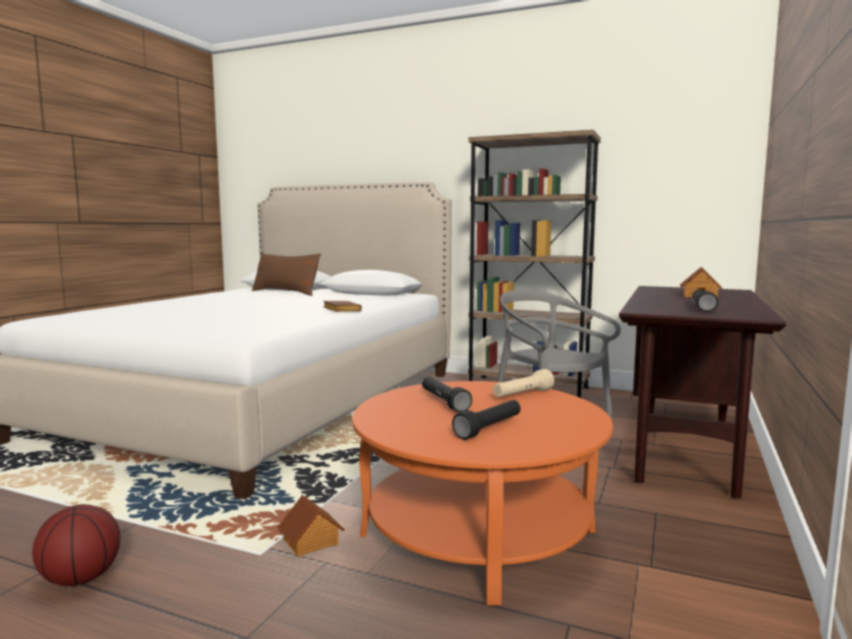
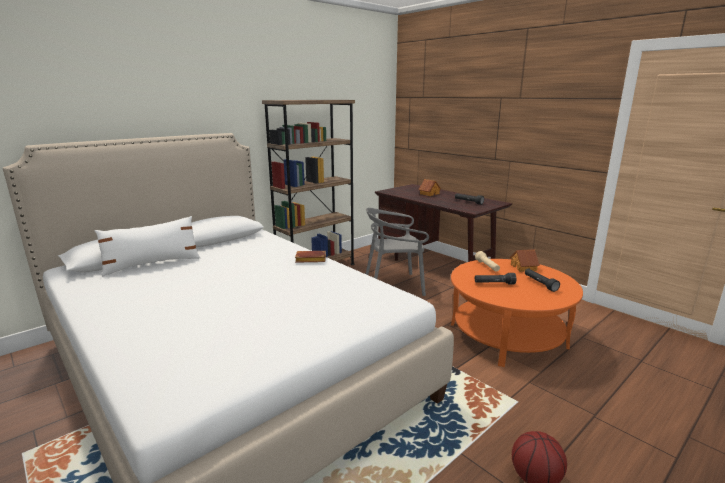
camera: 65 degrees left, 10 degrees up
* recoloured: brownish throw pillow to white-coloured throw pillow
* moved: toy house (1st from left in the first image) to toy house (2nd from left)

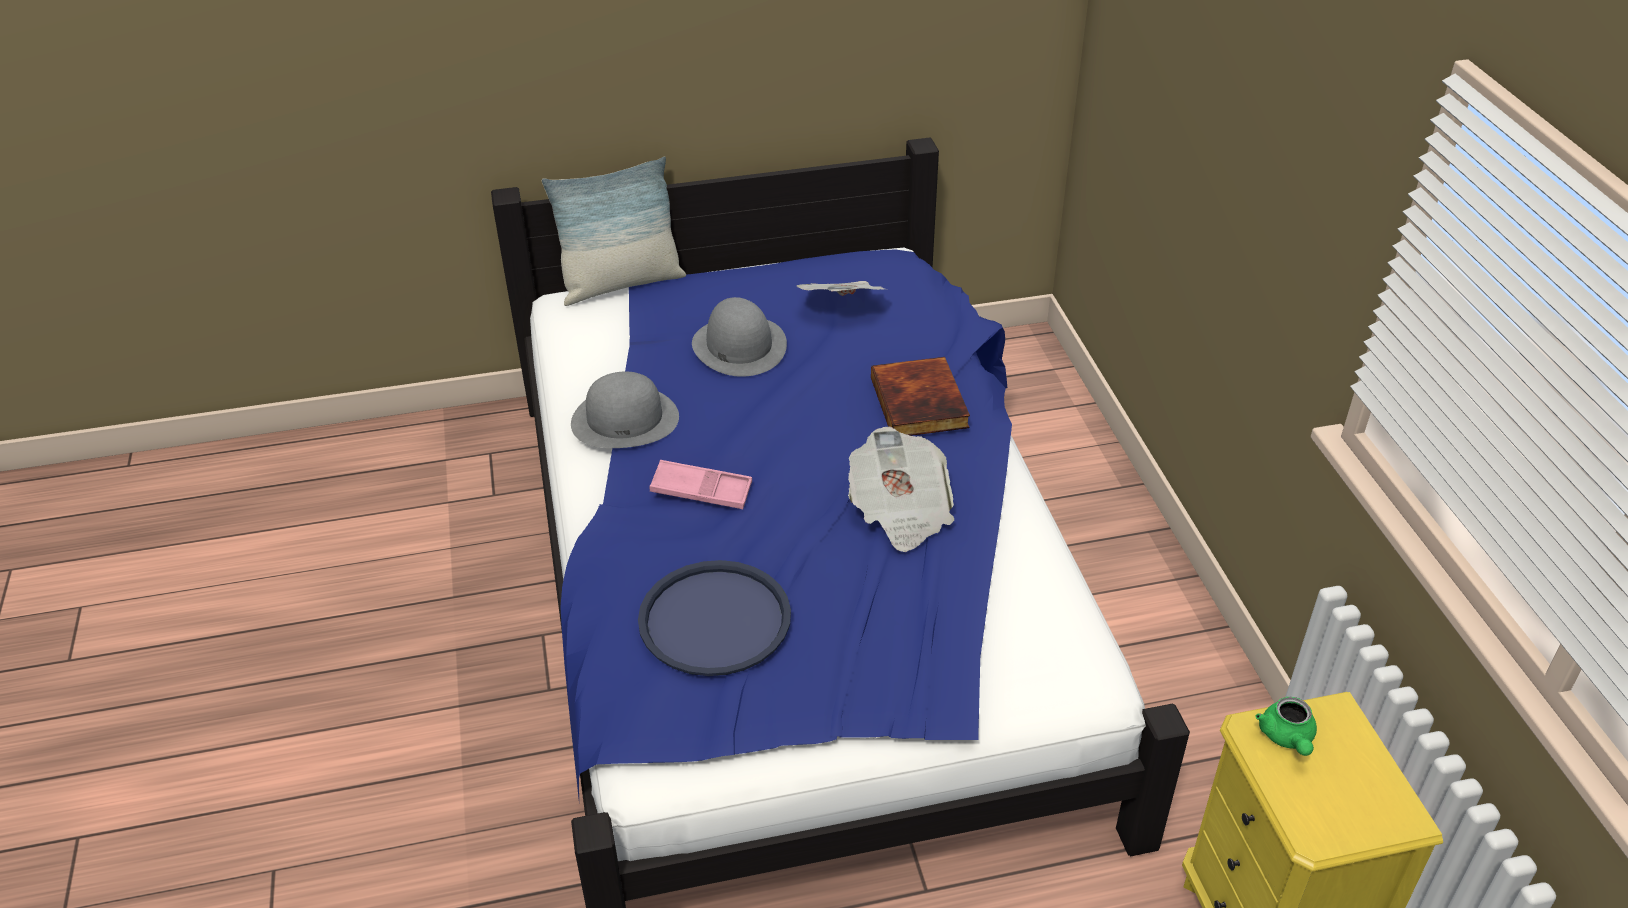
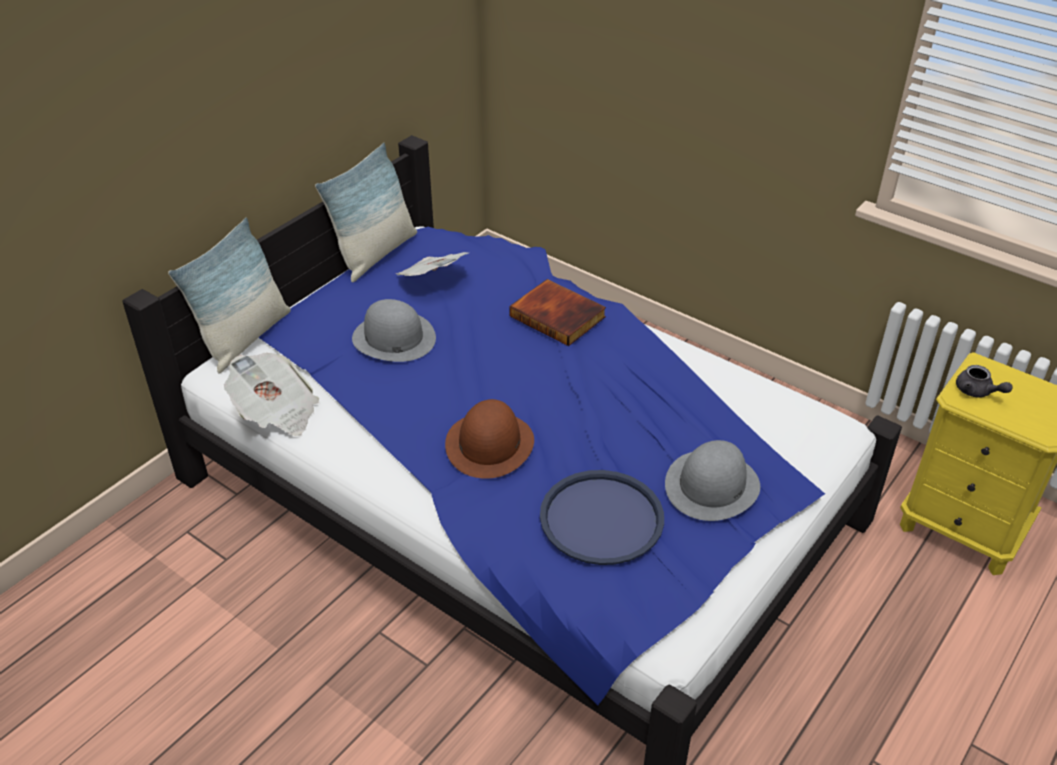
camera: 40 degrees left, 0 degrees up
* moved: printed paper (2nd from left in the first image) to printed paper (1st from left)
* added: throw pillow (2nd from left)
* replaced: pink-coloured serving tray to brownish wearable hat
* moved: greyish wearable hat (1st from left in the first image) to greyish wearable hat (2nd from left)
* recoloured: greenish tea pot to greyish tea pot

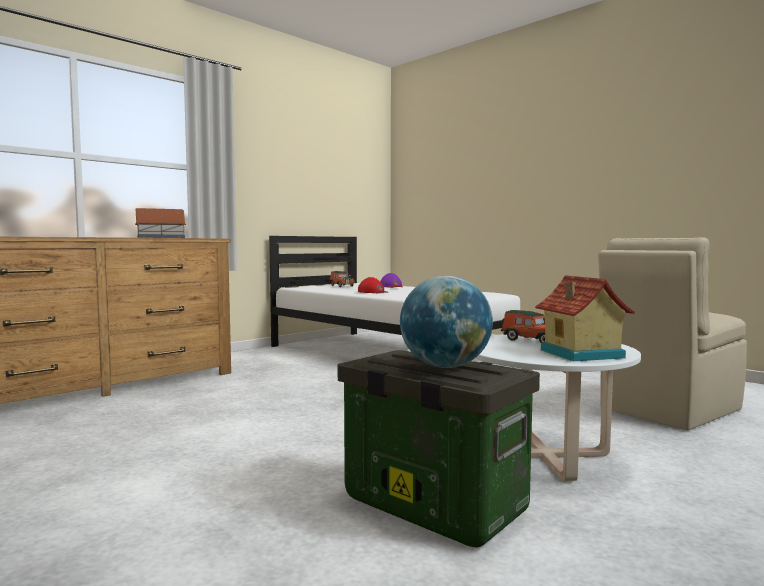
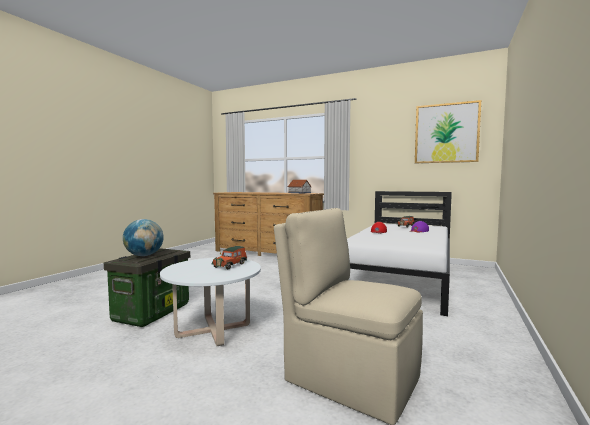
camera: 70 degrees right, 0 degrees up
* added: wall art
* removed: toy house (2nd from left)

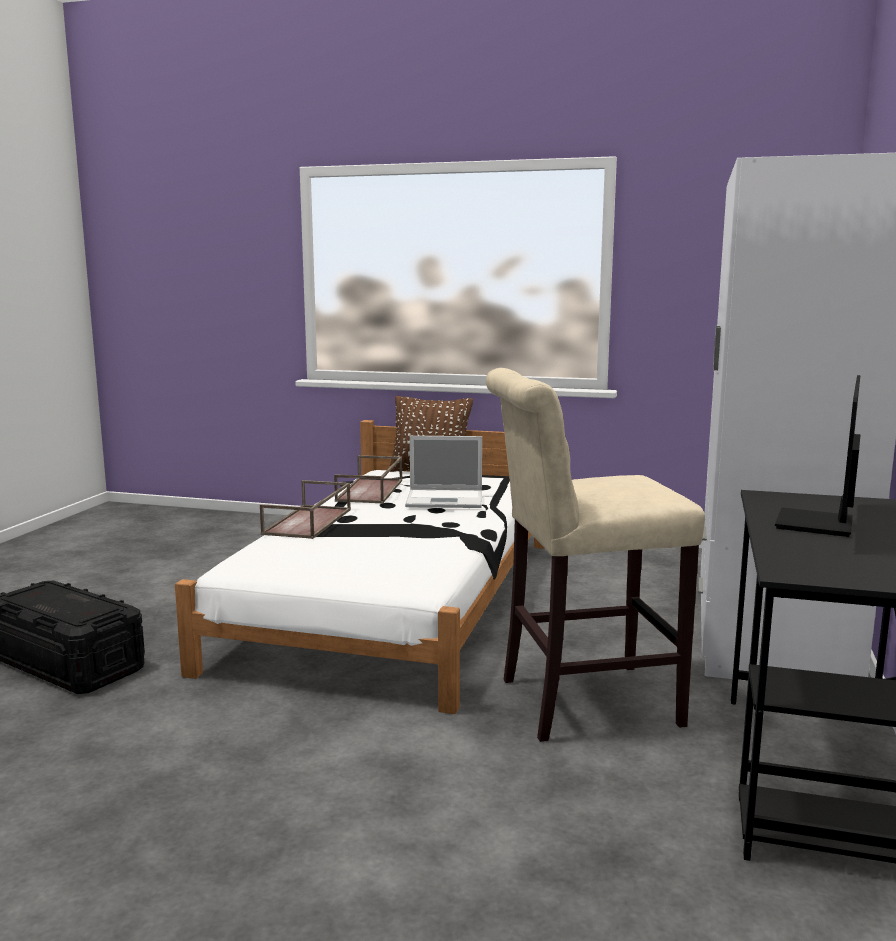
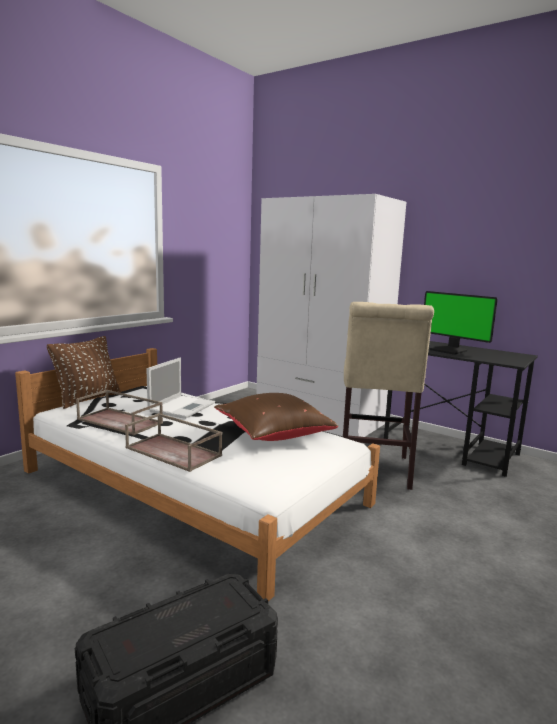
camera: 70 degrees left, 0 degrees up
* added: brownish throw pillow (2nd from left)

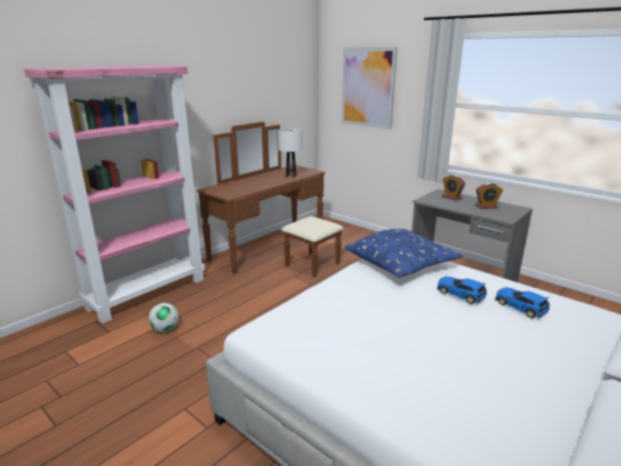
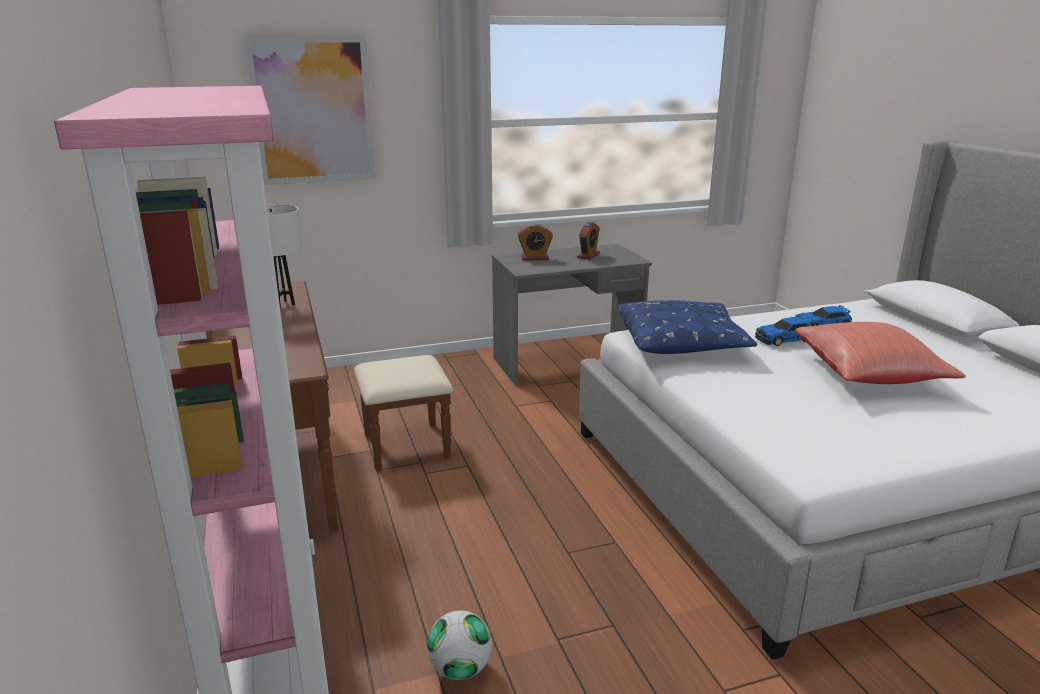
camera: 60 degrees left, 0 degrees up
* added: red-coloured throw pillow

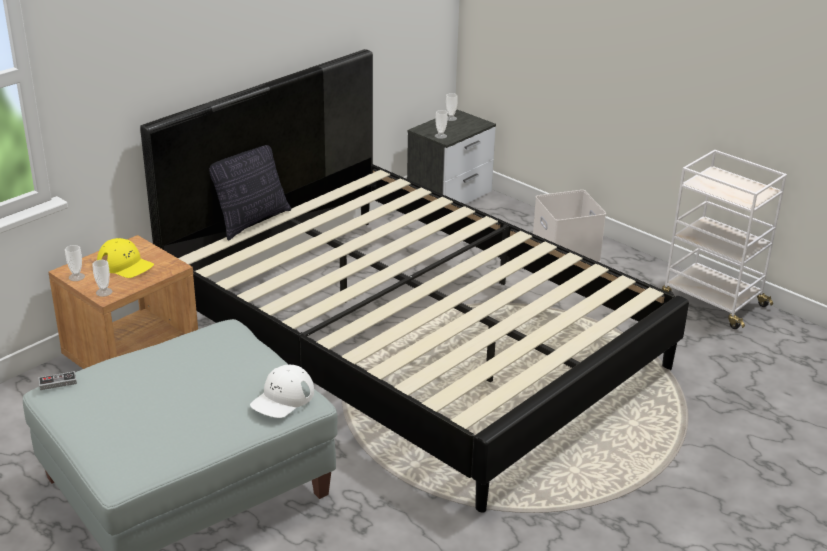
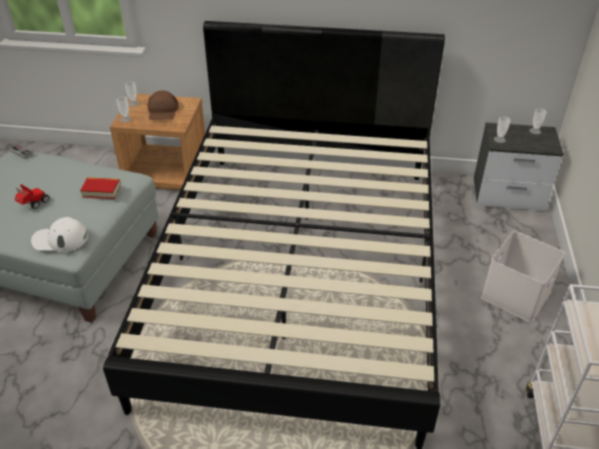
camera: 55 degrees right, 10 degrees up
* added: model car
* added: book
* recoloured: yellowish baseball cap to brownish baseball cap
* removed: throw pillow

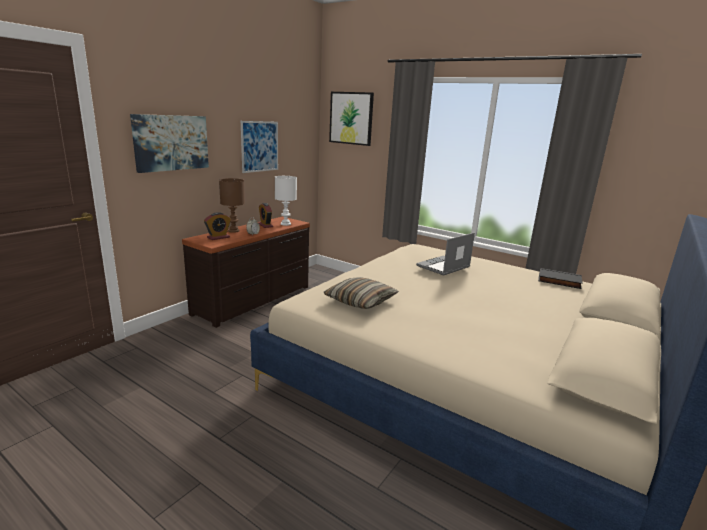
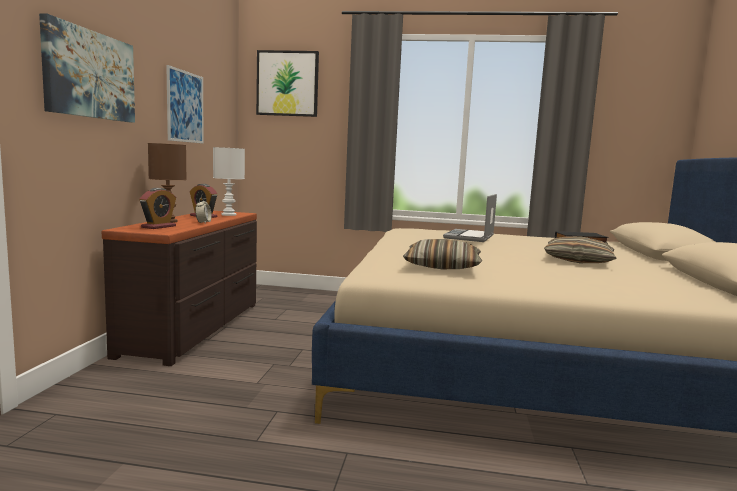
camera: 25 degrees left, 10 degrees down
* added: throw pillow (2nd from left)

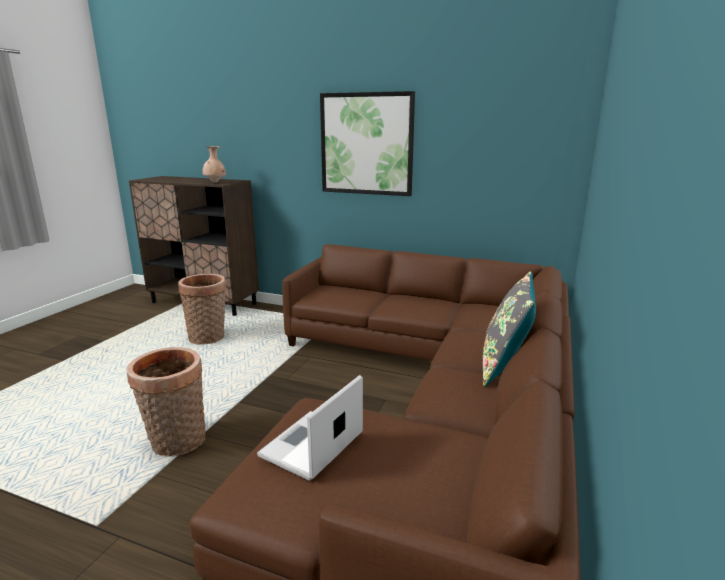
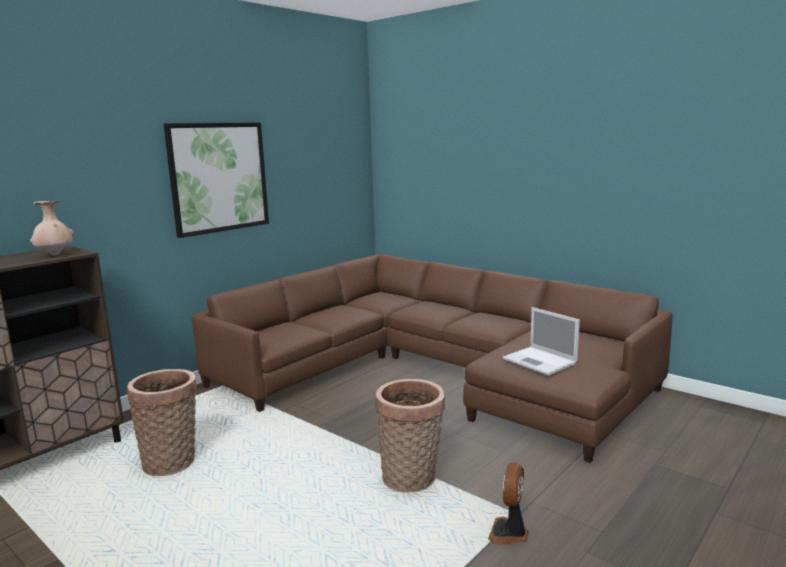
camera: 70 degrees left, 5 degrees down
* added: electric fan
* removed: greyish throw pillow

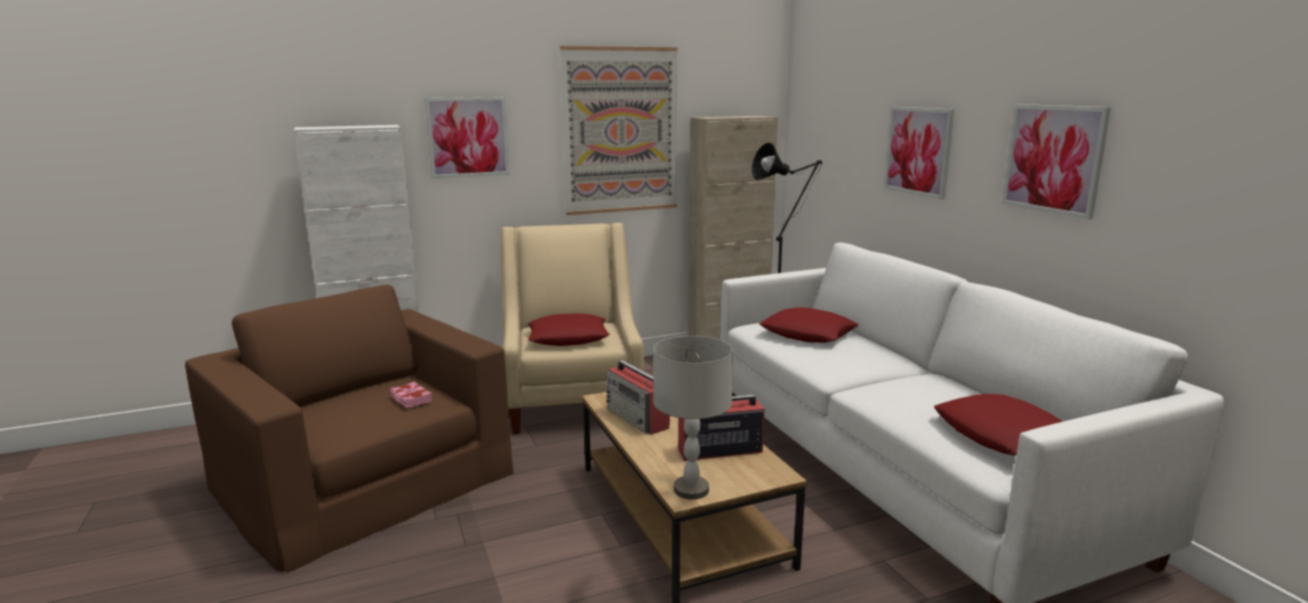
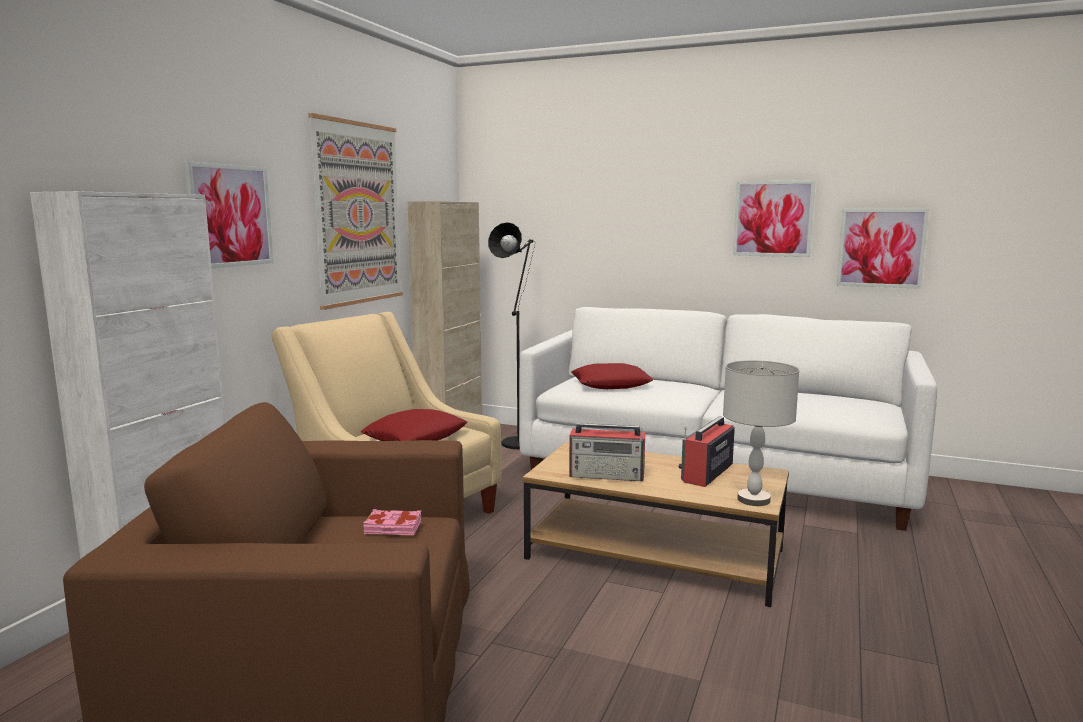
camera: 45 degrees left, 5 degrees down
* moved: wall art (3rd from left in the first image) to wall art (4th from left)
* removed: red-coloured throw pillow (3rd from left)

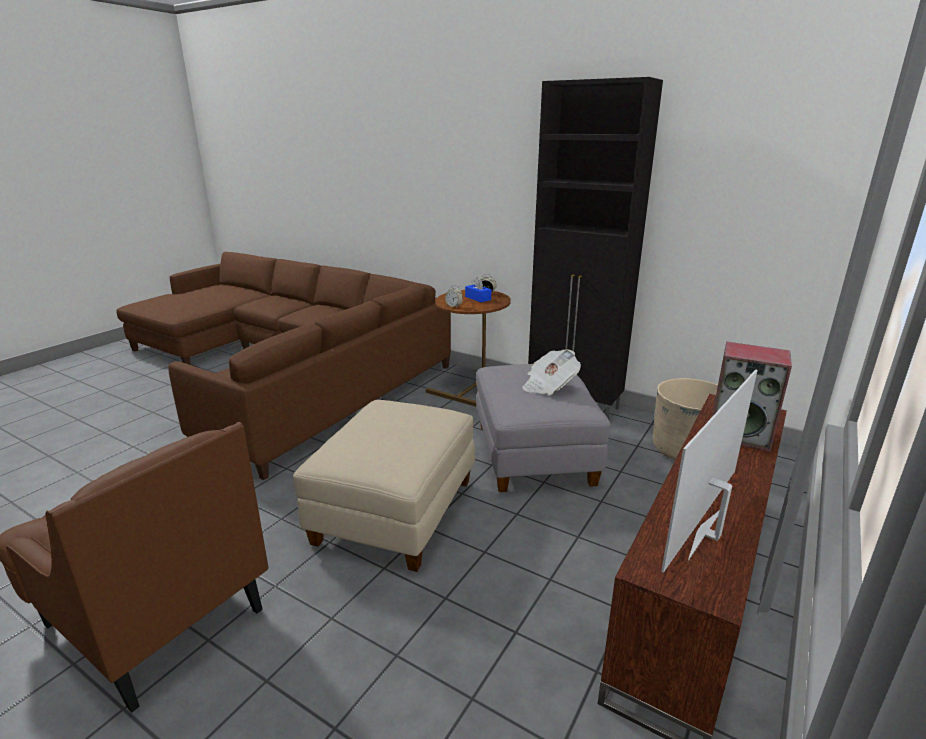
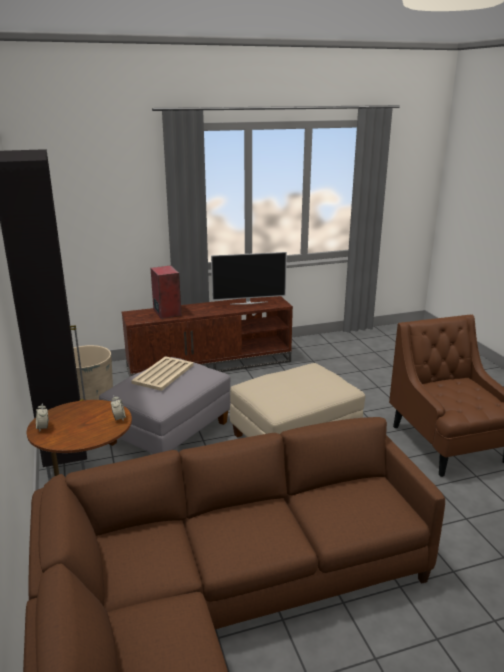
camera: 140 degrees left, 0 degrees up
* replaced: printed paper to beige-coloured serving tray
* removed: bluish box of tissues

